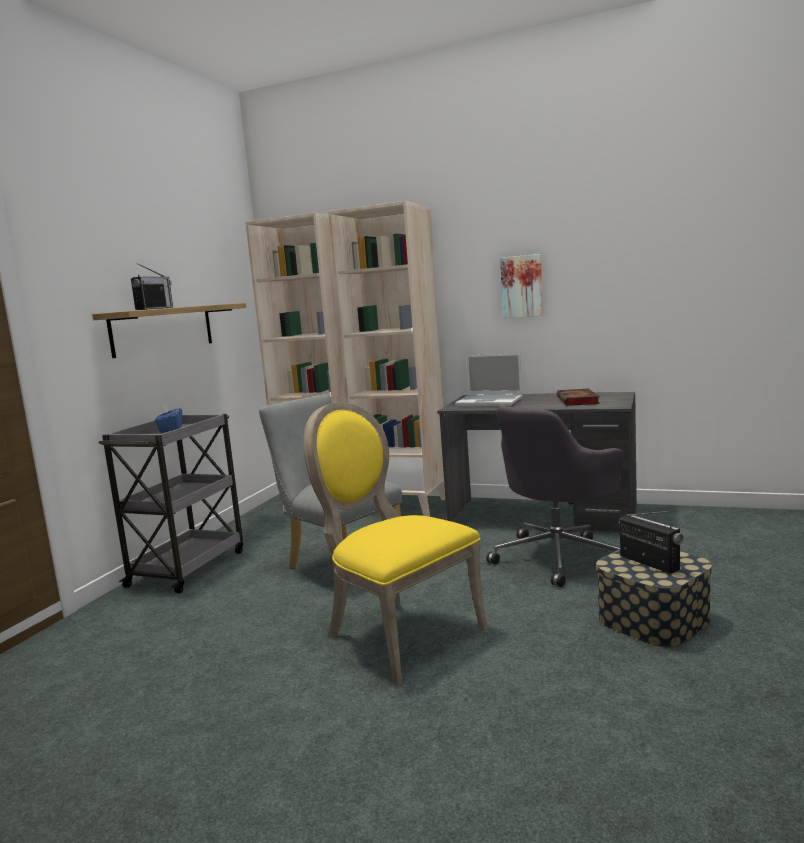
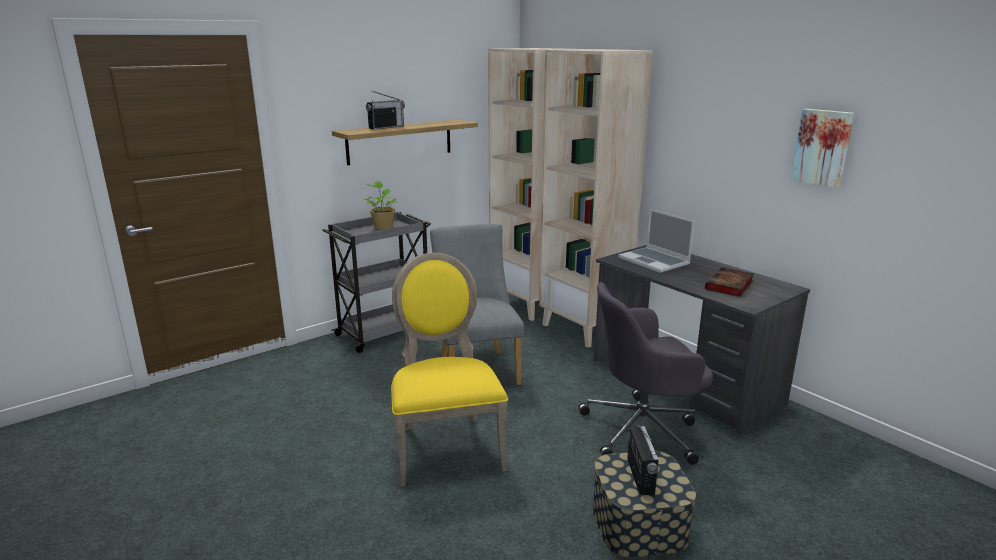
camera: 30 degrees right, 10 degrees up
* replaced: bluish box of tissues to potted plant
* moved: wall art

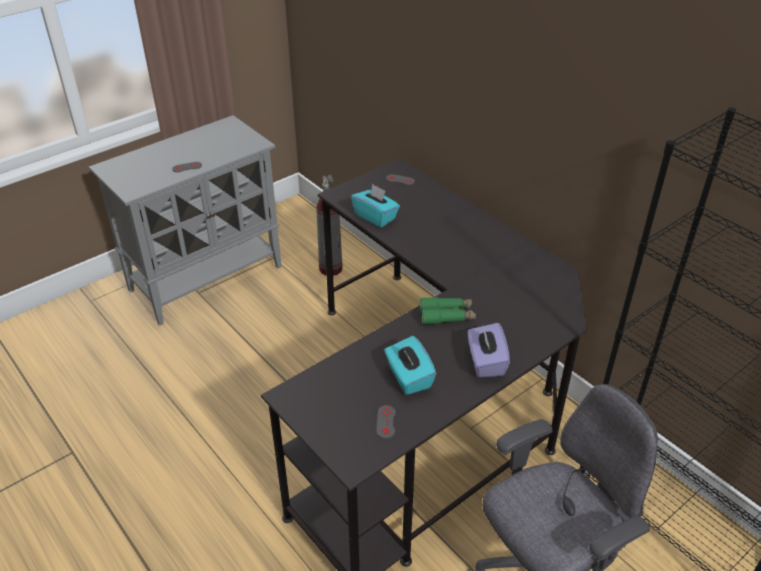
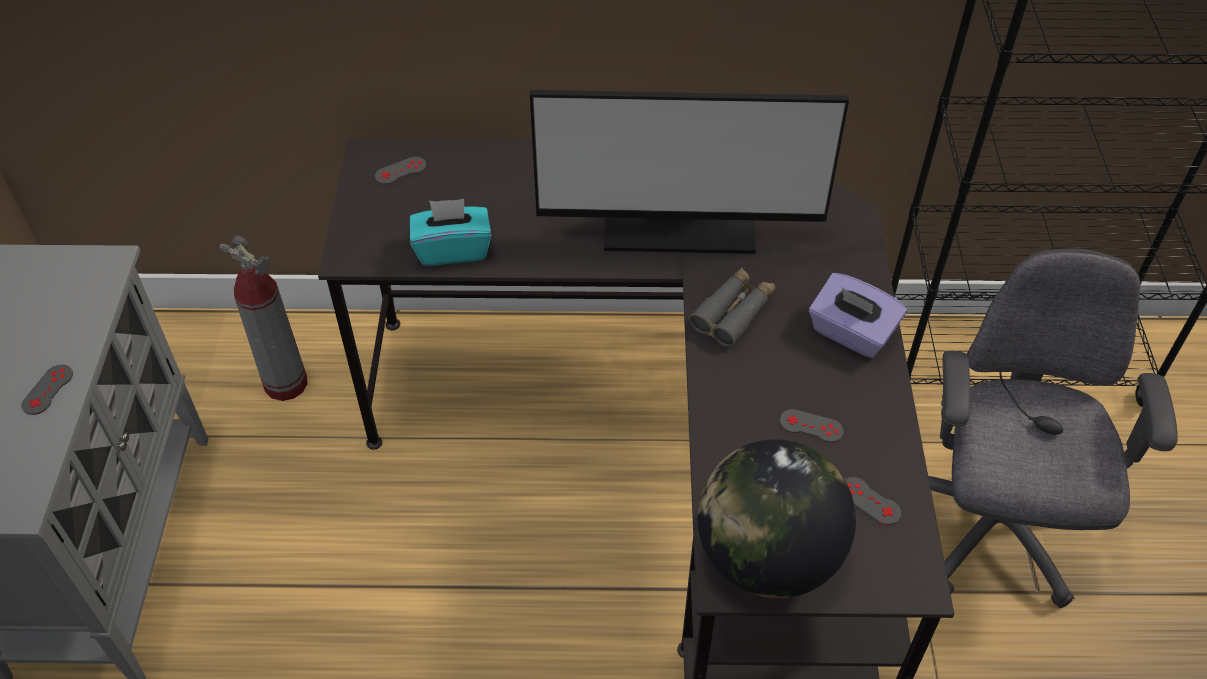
camera: 50 degrees left, 10 degrees up
* added: computer screen
* recoloured: greenish field glasses to greyish field glasses
* added: world globe
* replaced: turquoise box of tissues (2nd from left) to greyish gamepad (3rd from left)

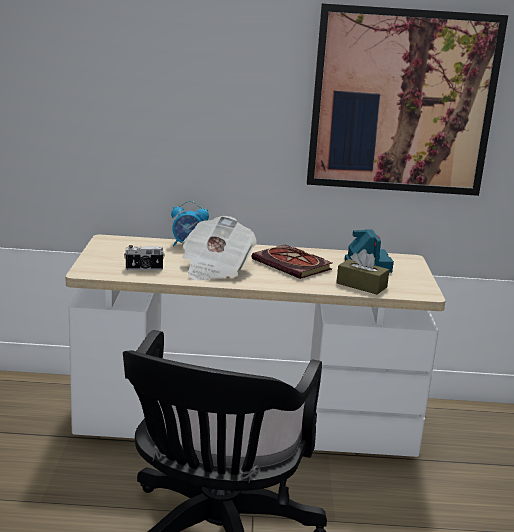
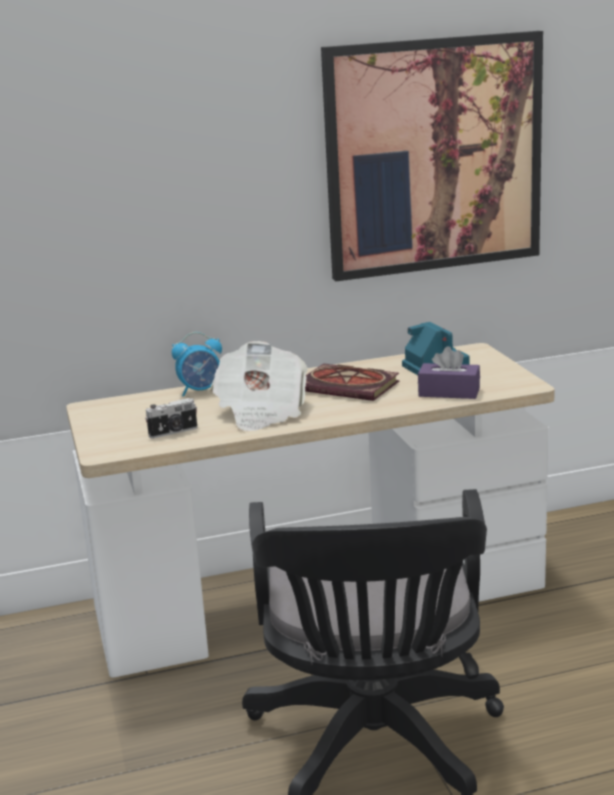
camera: 15 degrees left, 0 degrees up
* recoloured: brownish box of tissues to purplish box of tissues

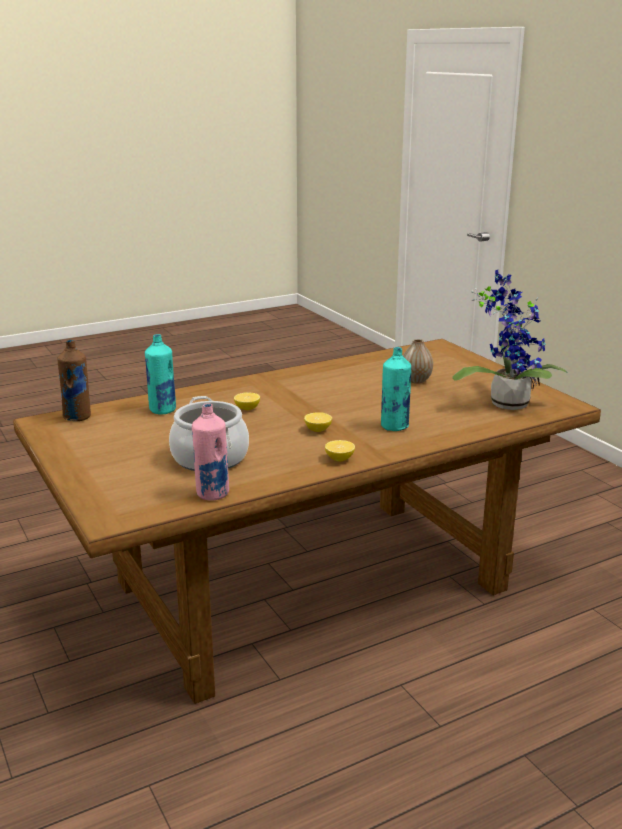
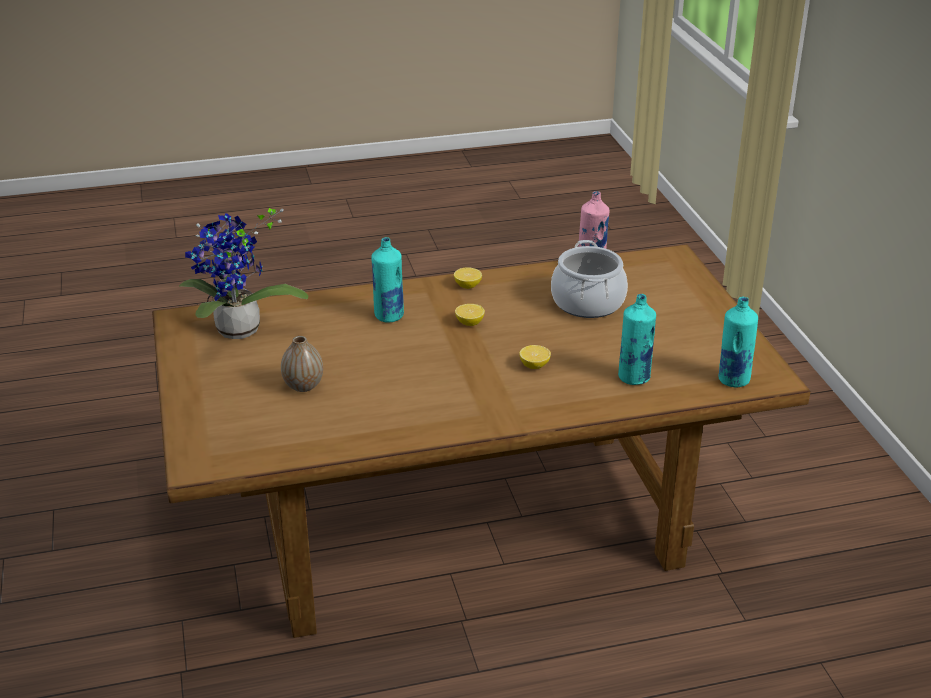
camera: 165 degrees left, 10 degrees up
* recoloured: brownish bottle to turquoise bottle (3rd from left)

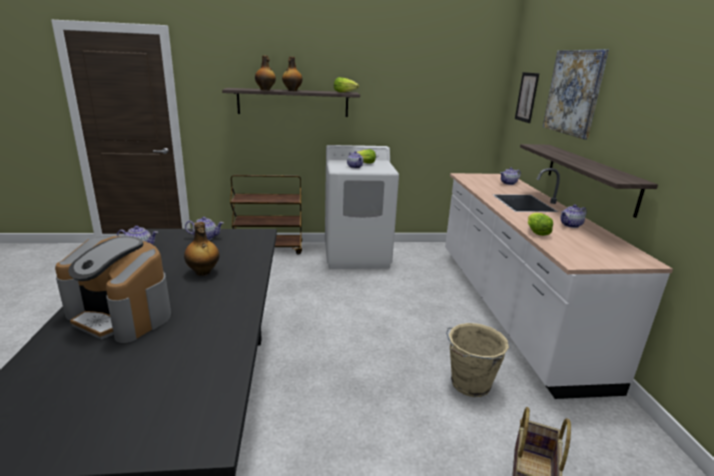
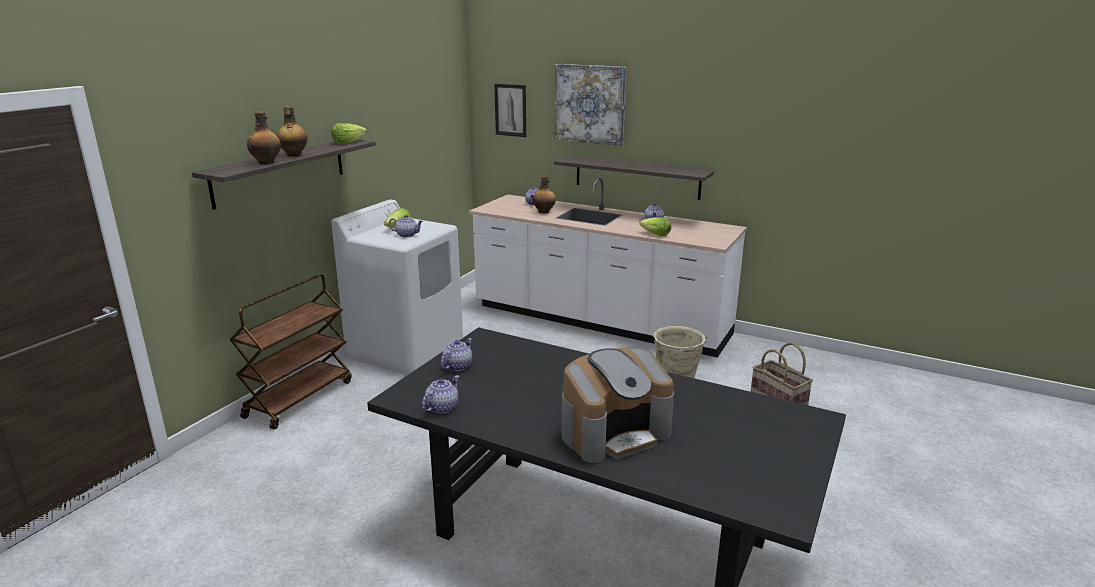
camera: 55 degrees left, 0 degrees up
* moved: bottle (1st from left in the first image) to bottle (3rd from left)

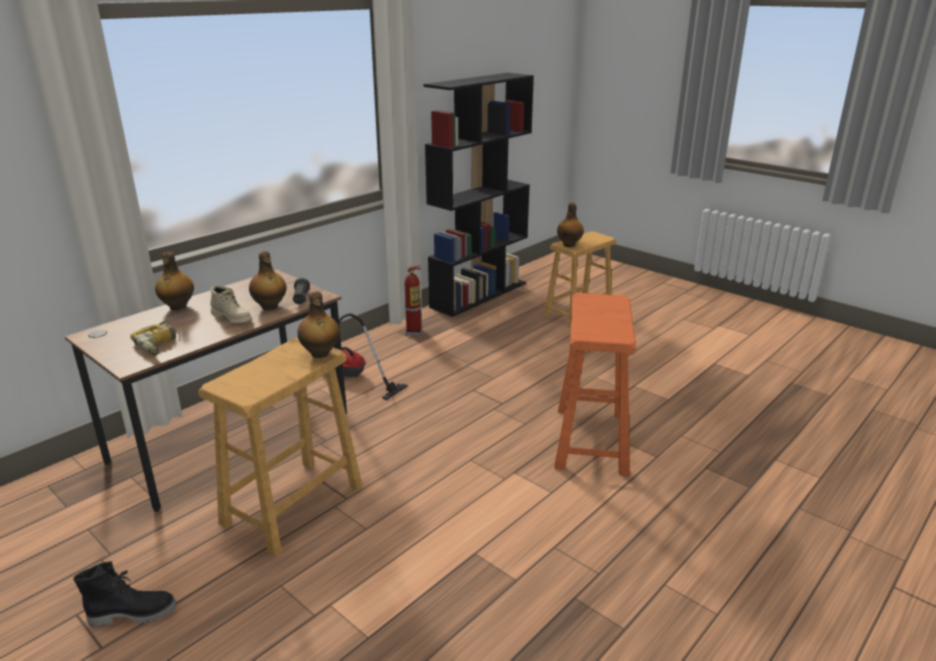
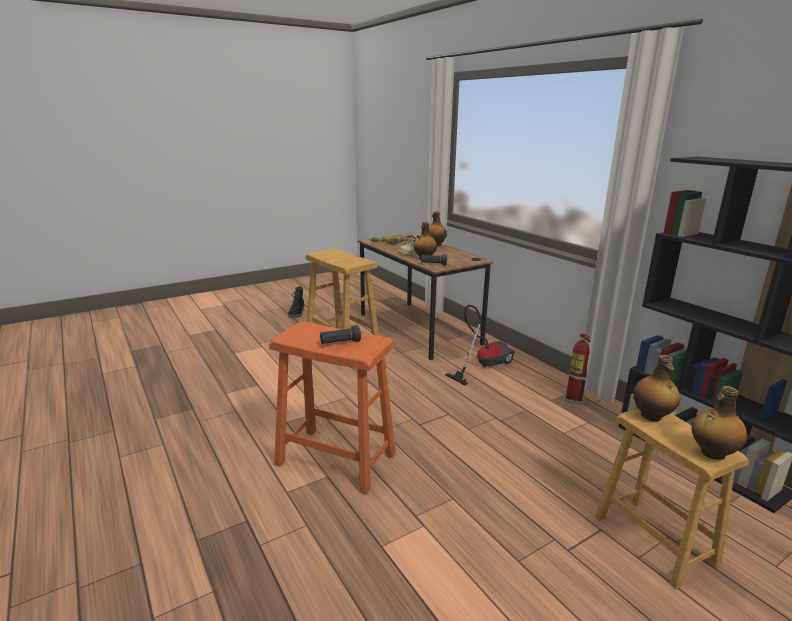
camera: 105 degrees right, 5 degrees down
* added: blackish hand torch (1st from left)
* moved: bottle (3rd from left in the first image) to bottle (4th from left)

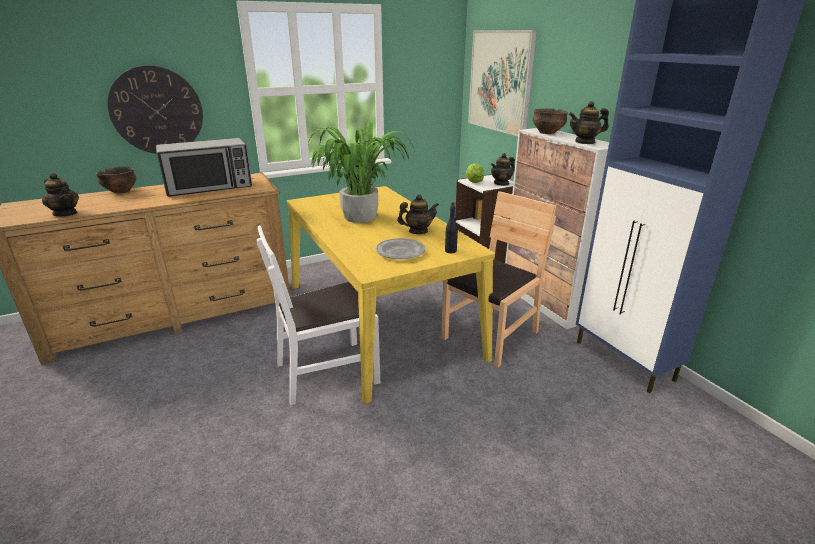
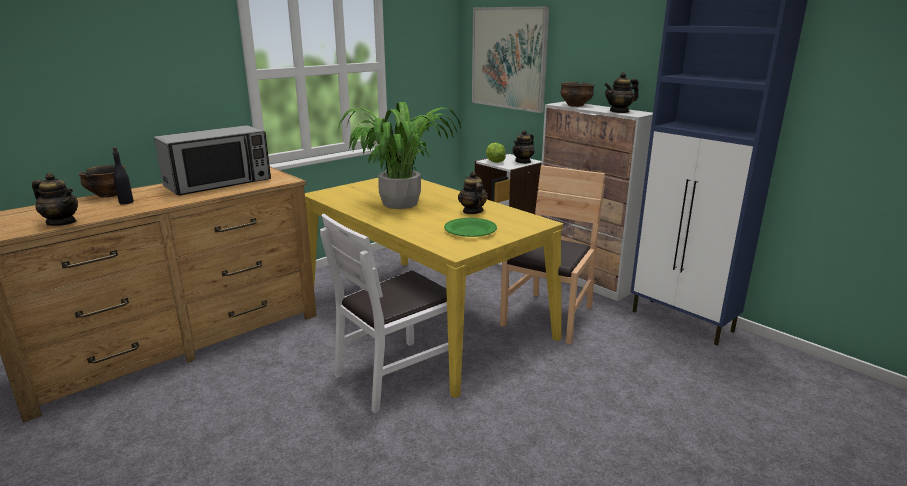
camera: 15 degrees left, 5 degrees down
* moved: blackish bottle
* recoloured: greyish dinner plate to greenish dinner plate
* turned: tea pot (2nd from left) 75 degrees counterclockwise
* removed: hanging clock

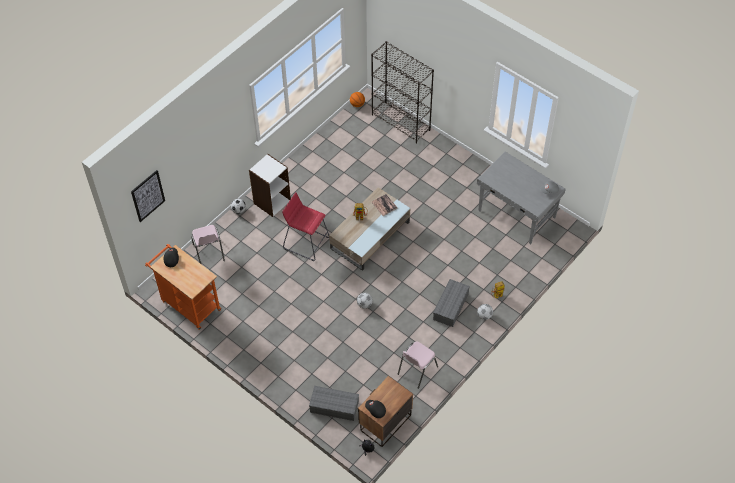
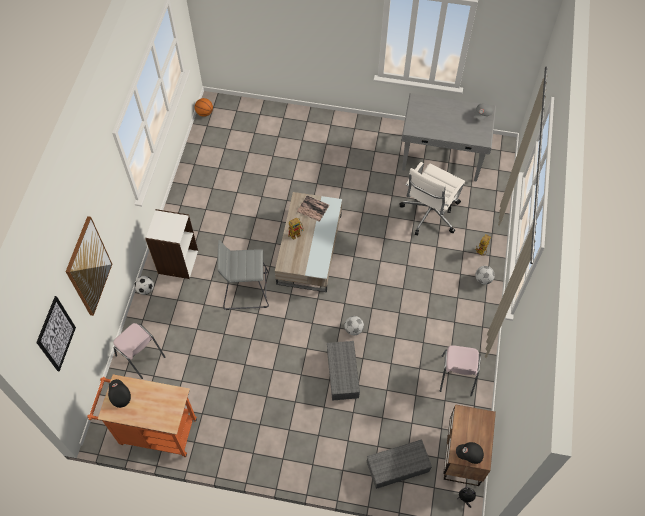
camera: 30 degrees left, 5 degrees up
* added: wall art (2nd from left)
* recoloured: red-coloured sitting stool to greyish sitting stool
* moved: greyish storage bin (2nd from left in the first image) to greyish storage bin (1st from left)
* added: white-coloured office chair
* removed: blackish bookcase

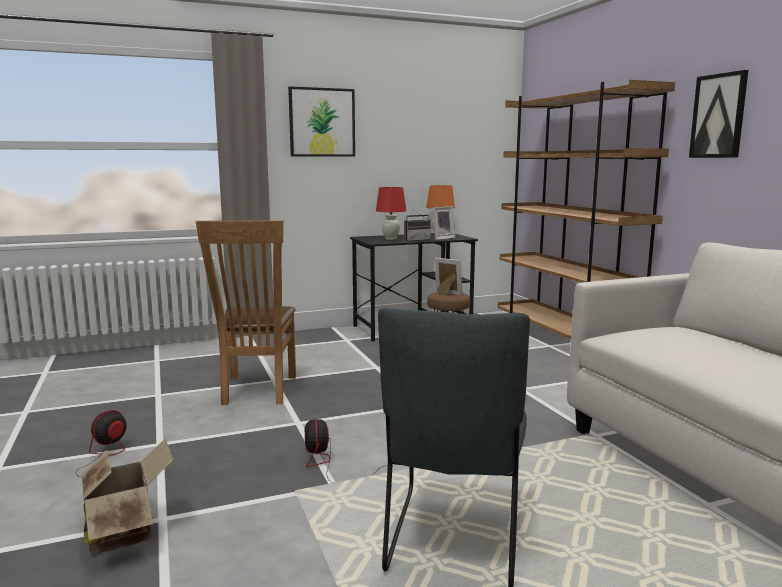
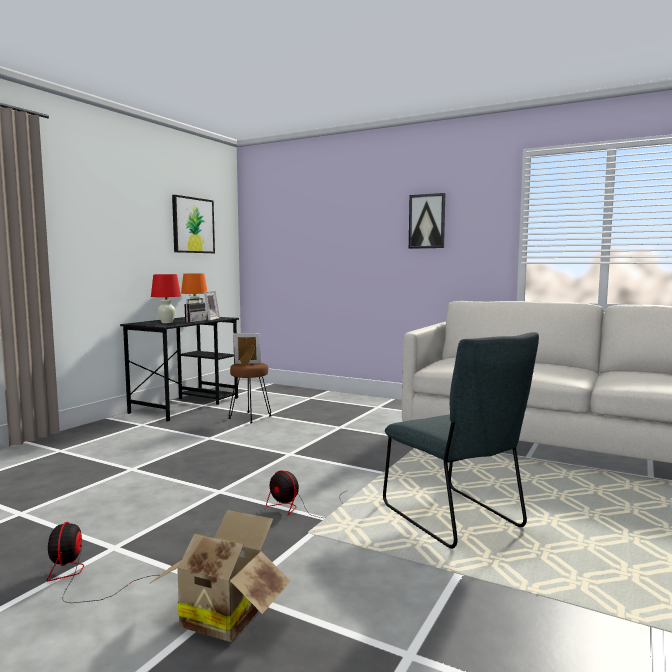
camera: 40 degrees left, 5 degrees down
* moved: wall art (1st from left)
* removed: brownish upright chair
* removed: brownish bookcase

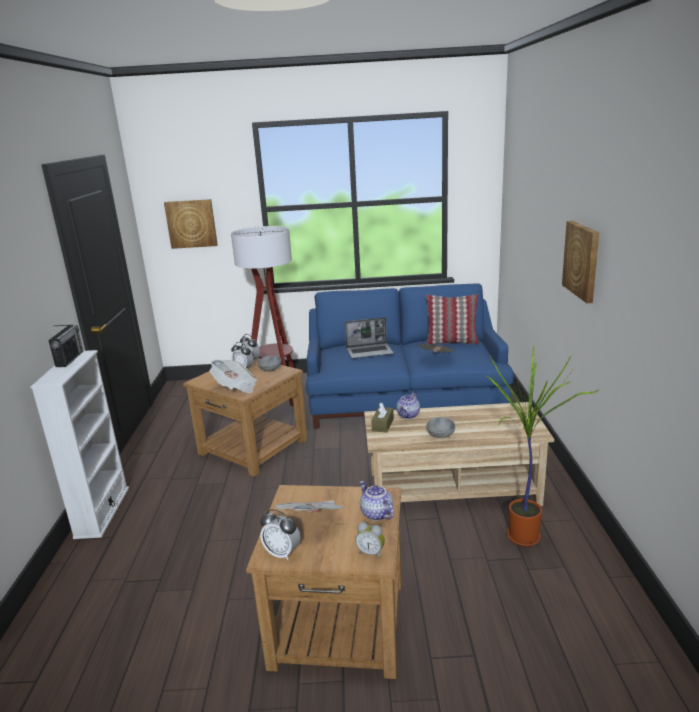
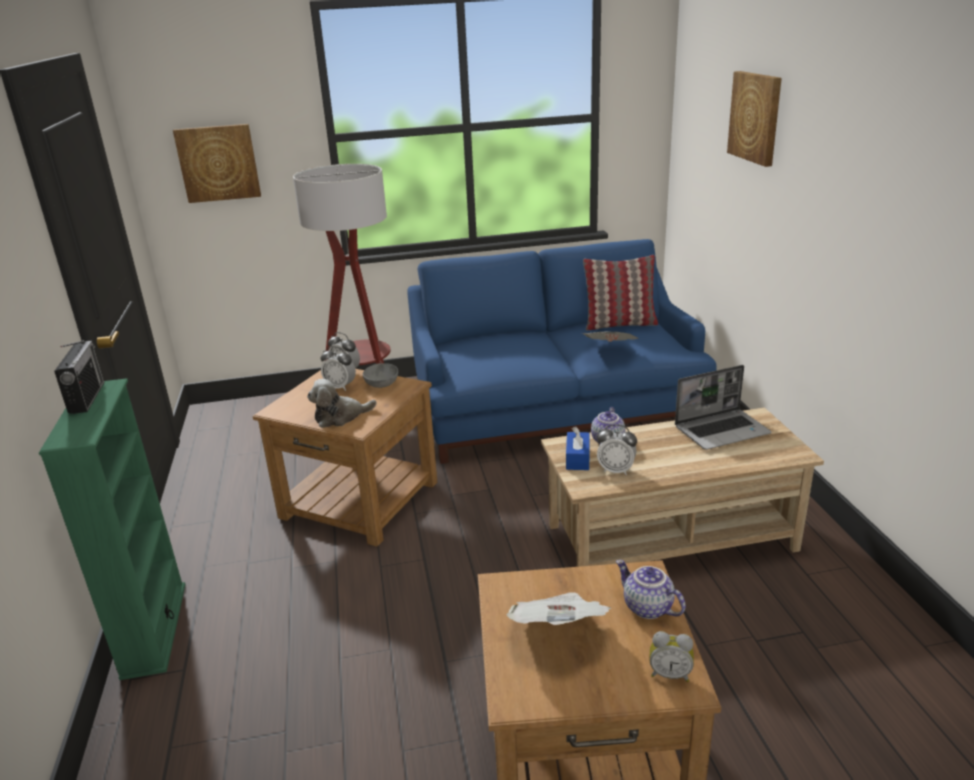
camera: 10 degrees left, 5 degrees up
* recoloured: white-coloured bookcase to greenish bookcase
* replaced: printed paper (1st from left) to cuddly toy
* recoloured: brownish box of tissues to bluish box of tissues
* moved: alarm clock (3rd from left)
* moved: notebook computer
* moved: wall art (2nd from left)
* removed: greyish serving bowl (2nd from left)
* removed: potted plant

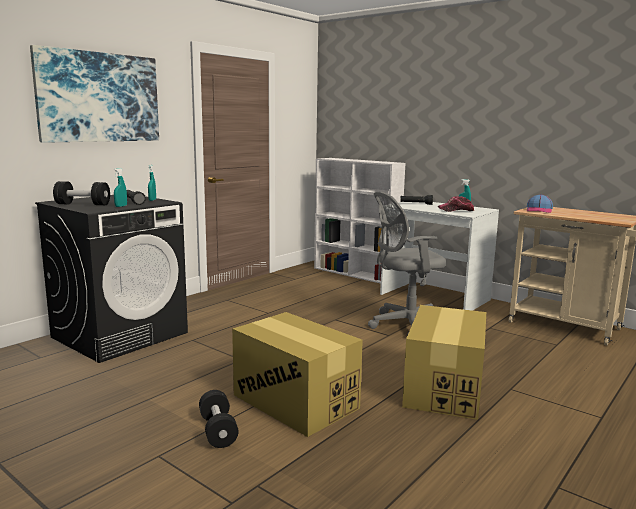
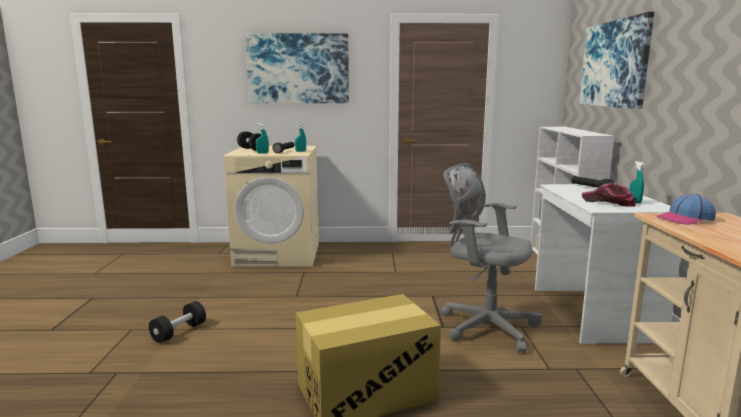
camera: 50 degrees right, 0 degrees up
* recoloured: blackish laundry appliance to beige-coloured laundry appliance
* added: wall art (2nd from left)
* removed: cardboard box (1st from left)

